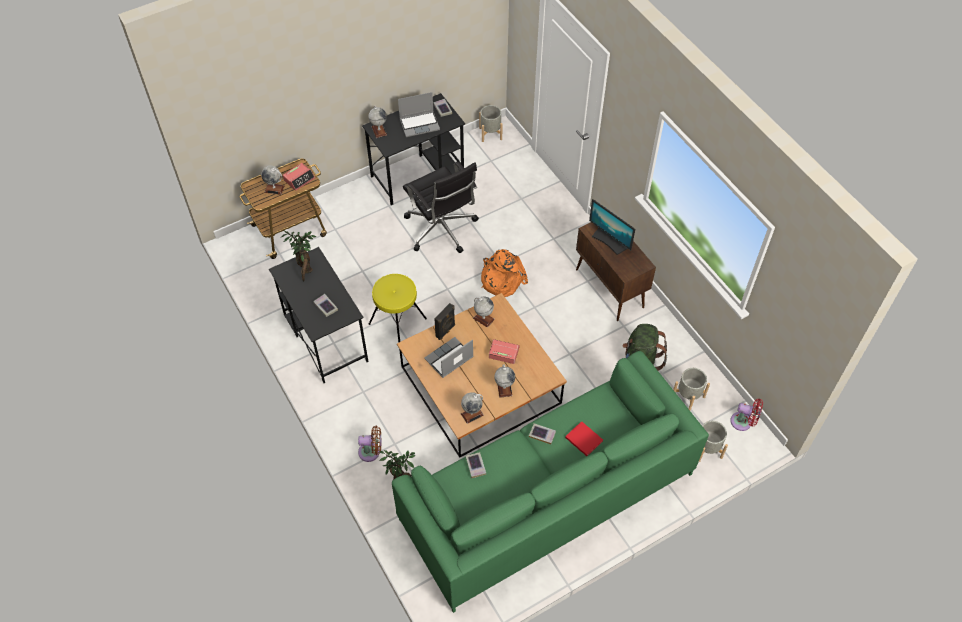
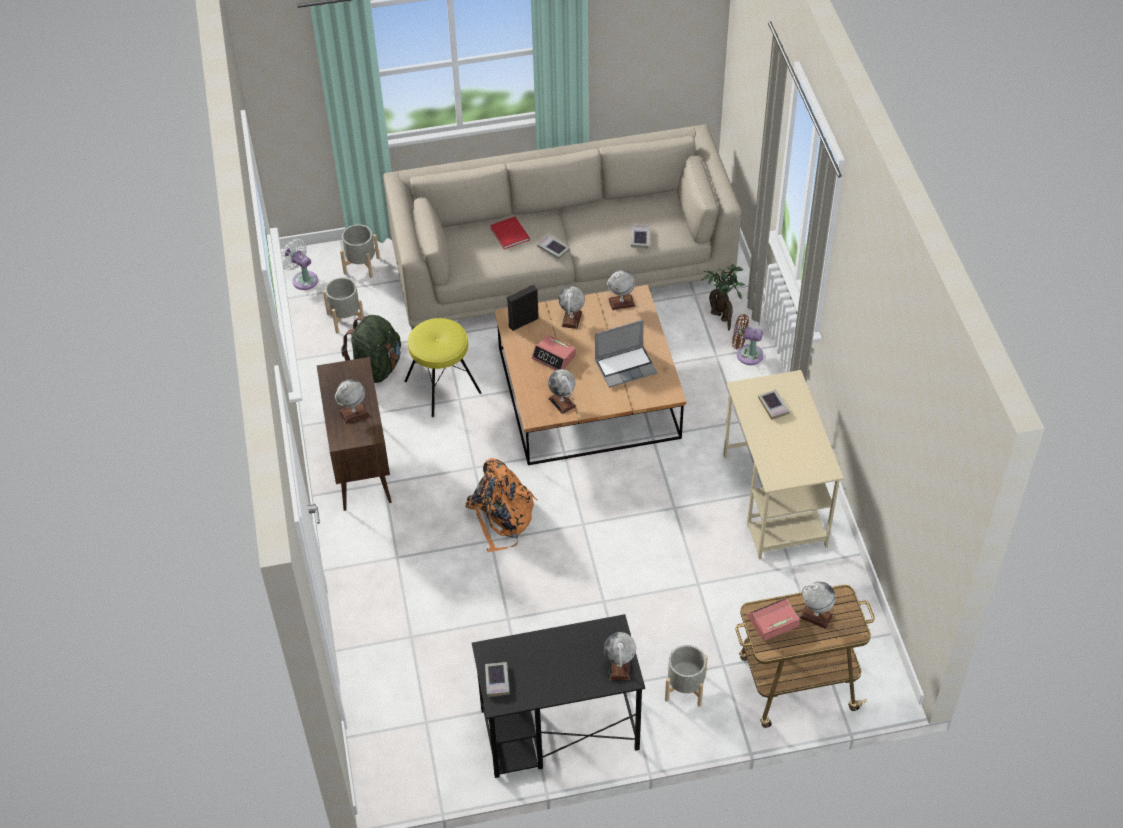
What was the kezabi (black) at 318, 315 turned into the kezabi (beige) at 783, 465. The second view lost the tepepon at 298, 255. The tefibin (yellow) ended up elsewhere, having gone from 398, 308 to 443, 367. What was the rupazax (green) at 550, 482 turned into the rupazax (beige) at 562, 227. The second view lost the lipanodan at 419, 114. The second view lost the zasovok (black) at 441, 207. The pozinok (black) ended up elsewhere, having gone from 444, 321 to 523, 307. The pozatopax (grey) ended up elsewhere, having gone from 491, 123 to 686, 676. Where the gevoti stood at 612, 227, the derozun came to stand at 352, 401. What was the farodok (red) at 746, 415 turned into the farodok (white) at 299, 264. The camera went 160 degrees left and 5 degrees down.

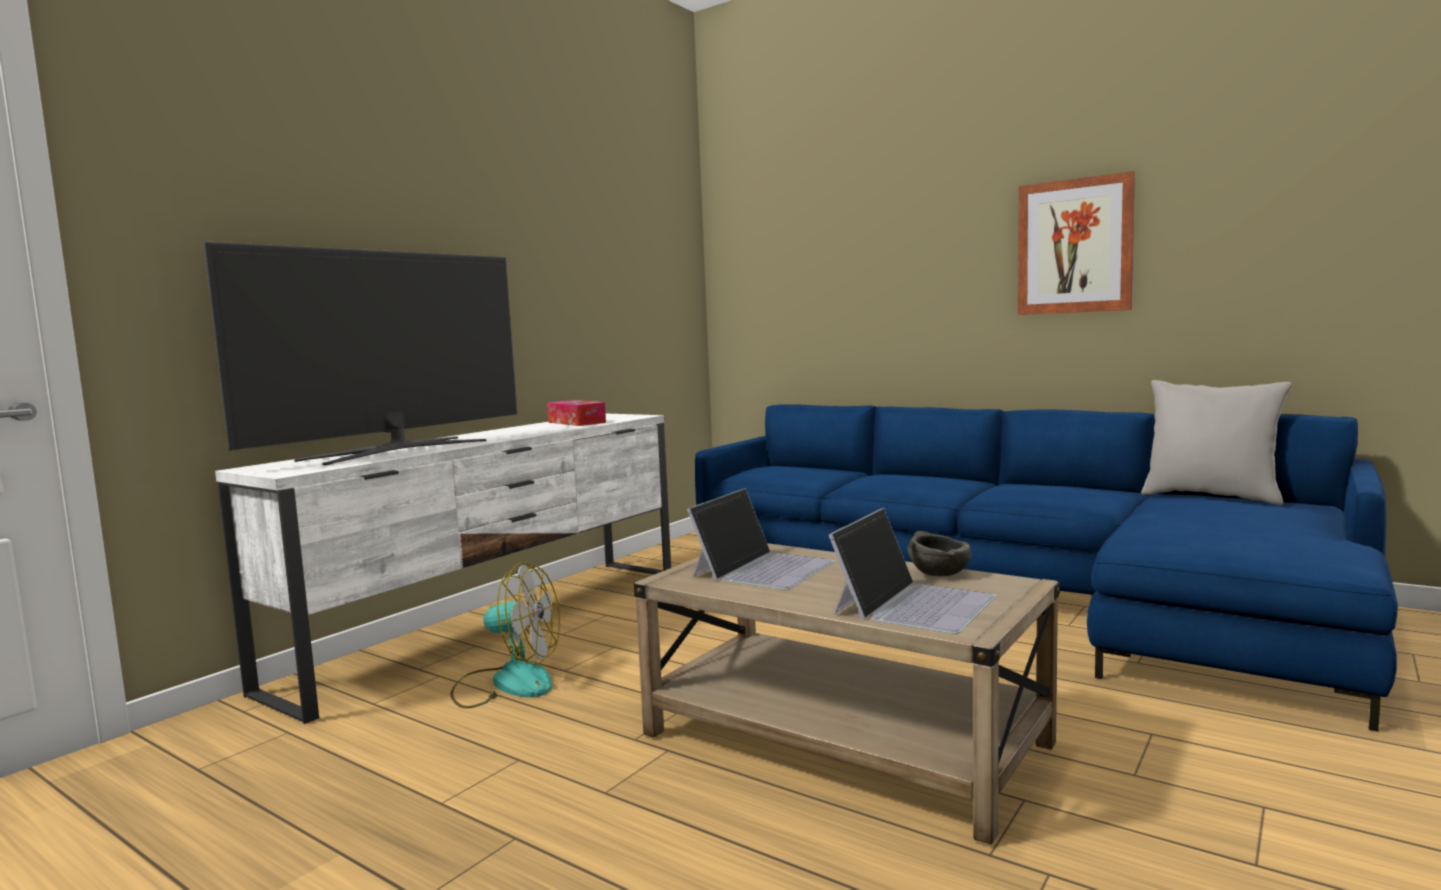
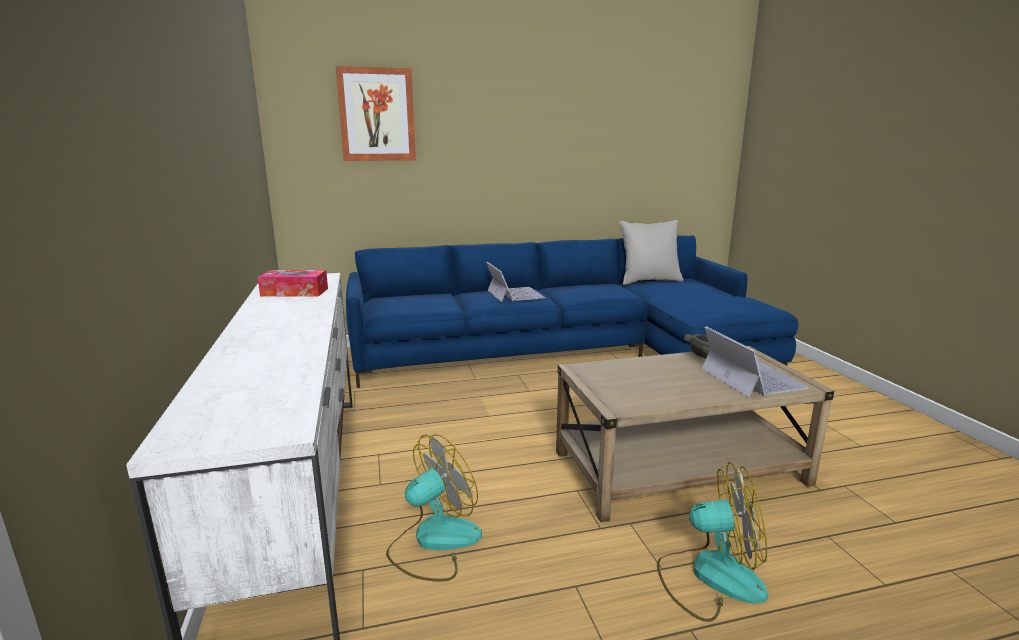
The second view lost the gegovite at 360, 353. The lipanodan ended up elsewhere, having gone from 761, 539 to 515, 282. The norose ended up elsewhere, having gone from 1076, 243 to 376, 113. The second view gained the farodok at 712, 542. The camera went 50 degrees left and 10 degrees up.

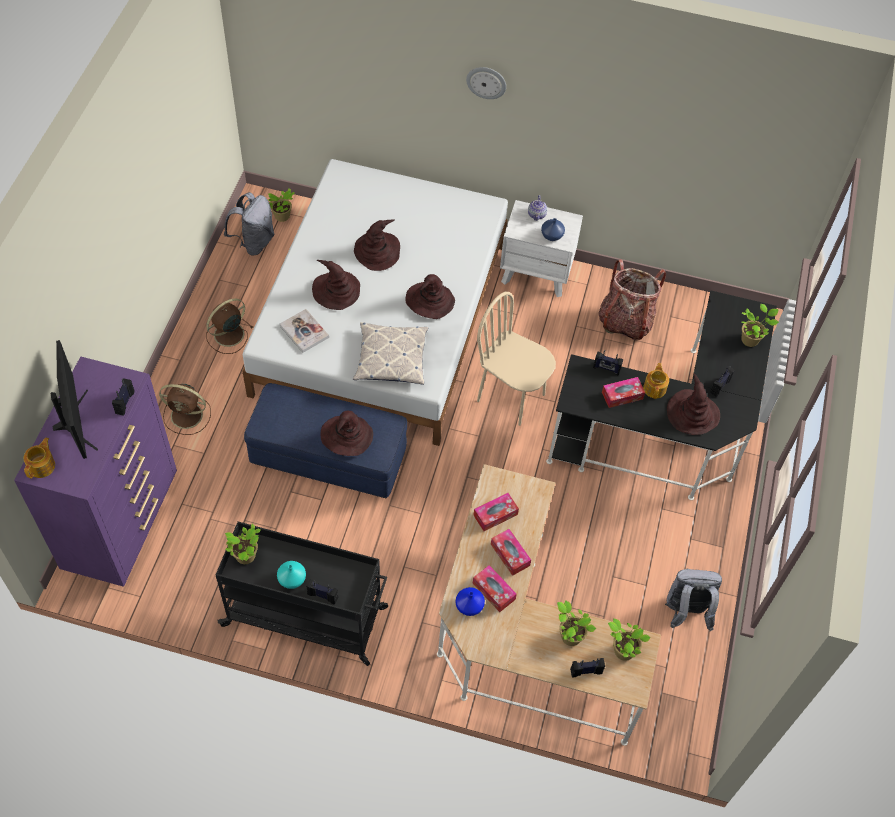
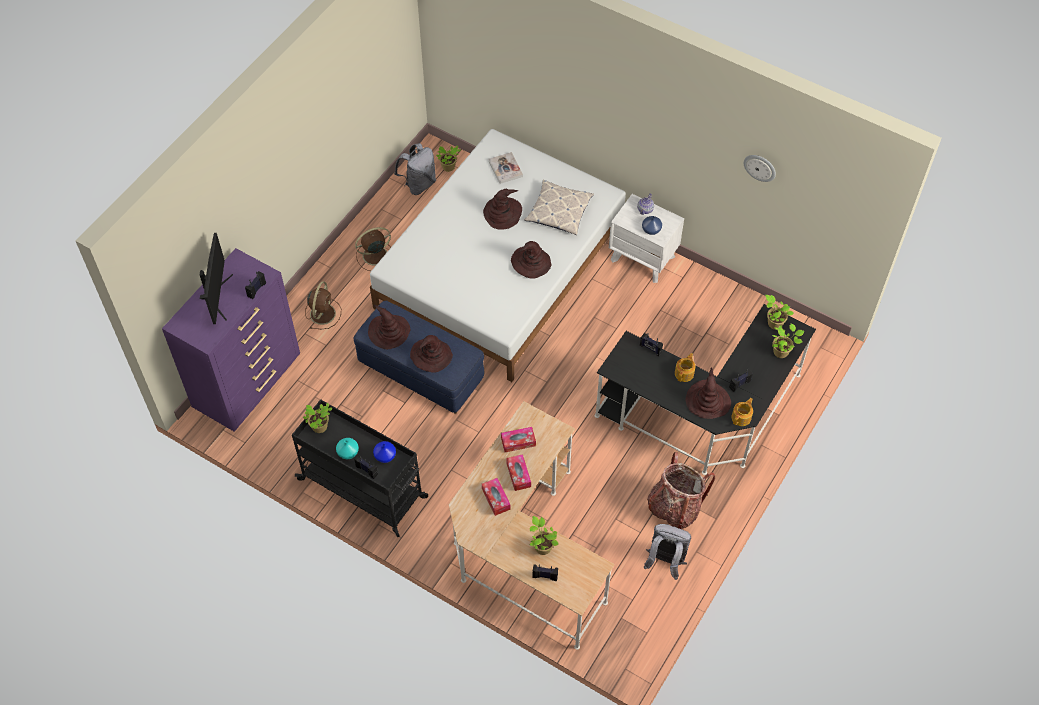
The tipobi ended up elsewhere, having gone from 39, 458 to 742, 412. The farodok (brown) at 185, 409 ended up facing another way, 105 degrees counterclockwise from before. The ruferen ended up elsewhere, having gone from 304, 331 to 506, 168. The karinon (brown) ended up elsewhere, having gone from 336, 285 to 389, 327. The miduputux ended up elsewhere, having gone from 391, 353 to 559, 207. The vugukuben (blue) ended up elsewhere, having gone from 470, 601 to 384, 452. The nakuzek ended up elsewhere, having gone from 486, 83 to 760, 168. The second view lost the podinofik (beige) at 516, 359. The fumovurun ended up elsewhere, having gone from 632, 299 to 681, 490. The second view lost the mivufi at 623, 392. The tepepon ended up elsewhere, having gone from 629, 639 to 779, 312. The camera went 20 degrees right and 0 degrees up.

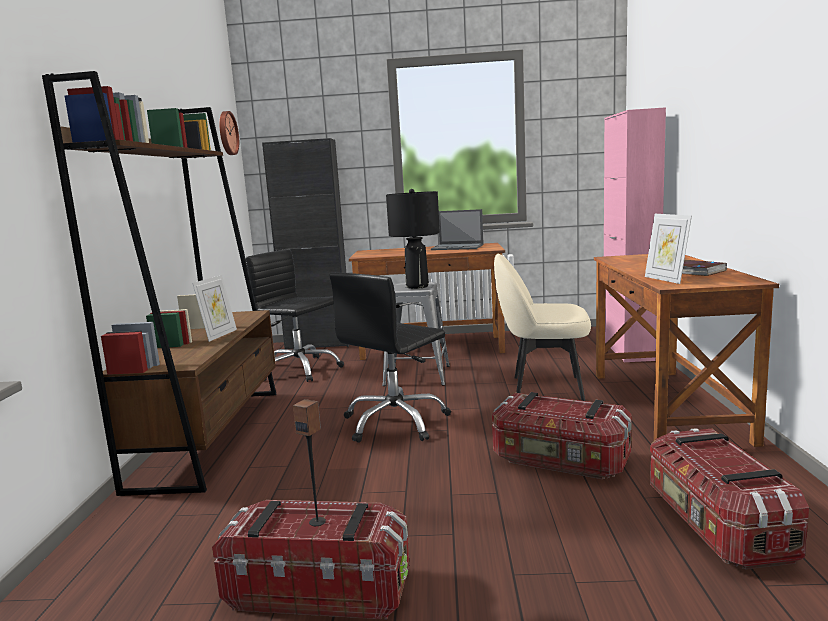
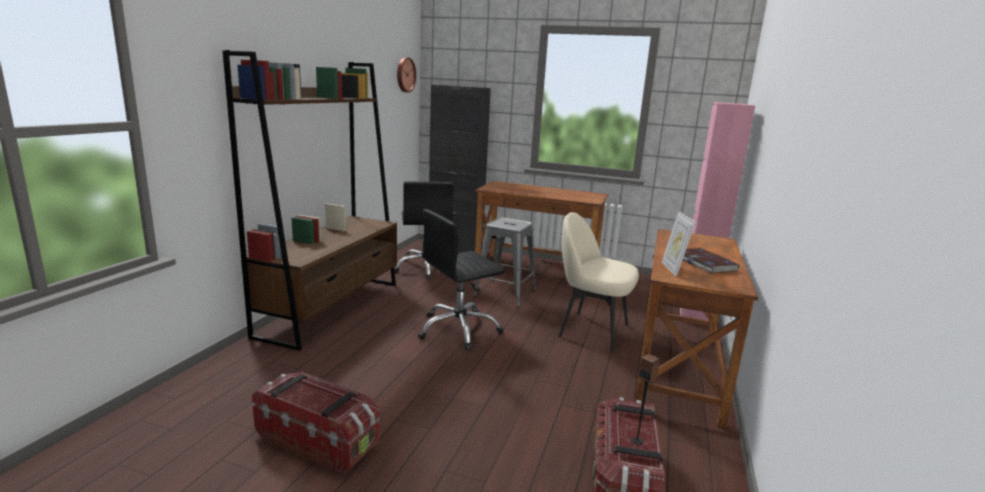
The second view lost the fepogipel at 214, 308. The zasovok (black) at 295, 315 ended up facing another way, 150 degrees counterclockwise from before. The pozinok ended up elsewhere, having gone from 309, 462 to 645, 399. The second view lost the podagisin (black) at 413, 239. The second view lost the lipanodan at 457, 229. The second view lost the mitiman at 562, 435. The camera went 15 degrees right and 5 degrees up.

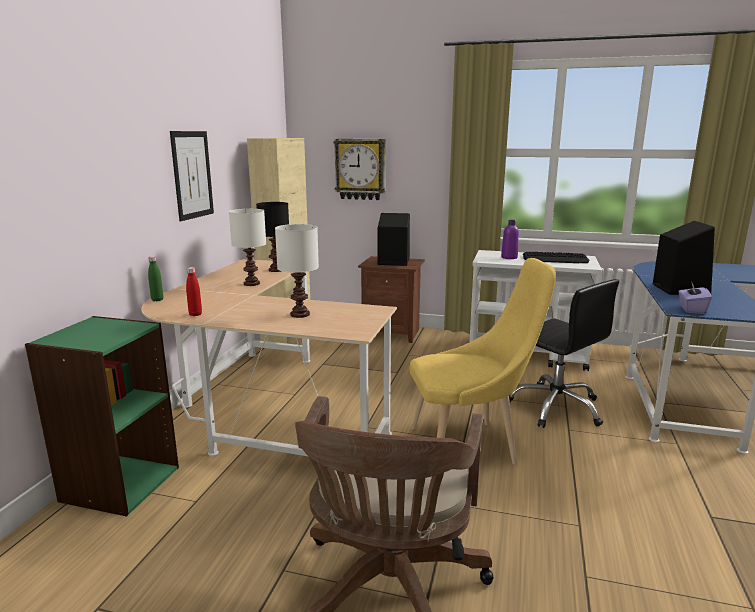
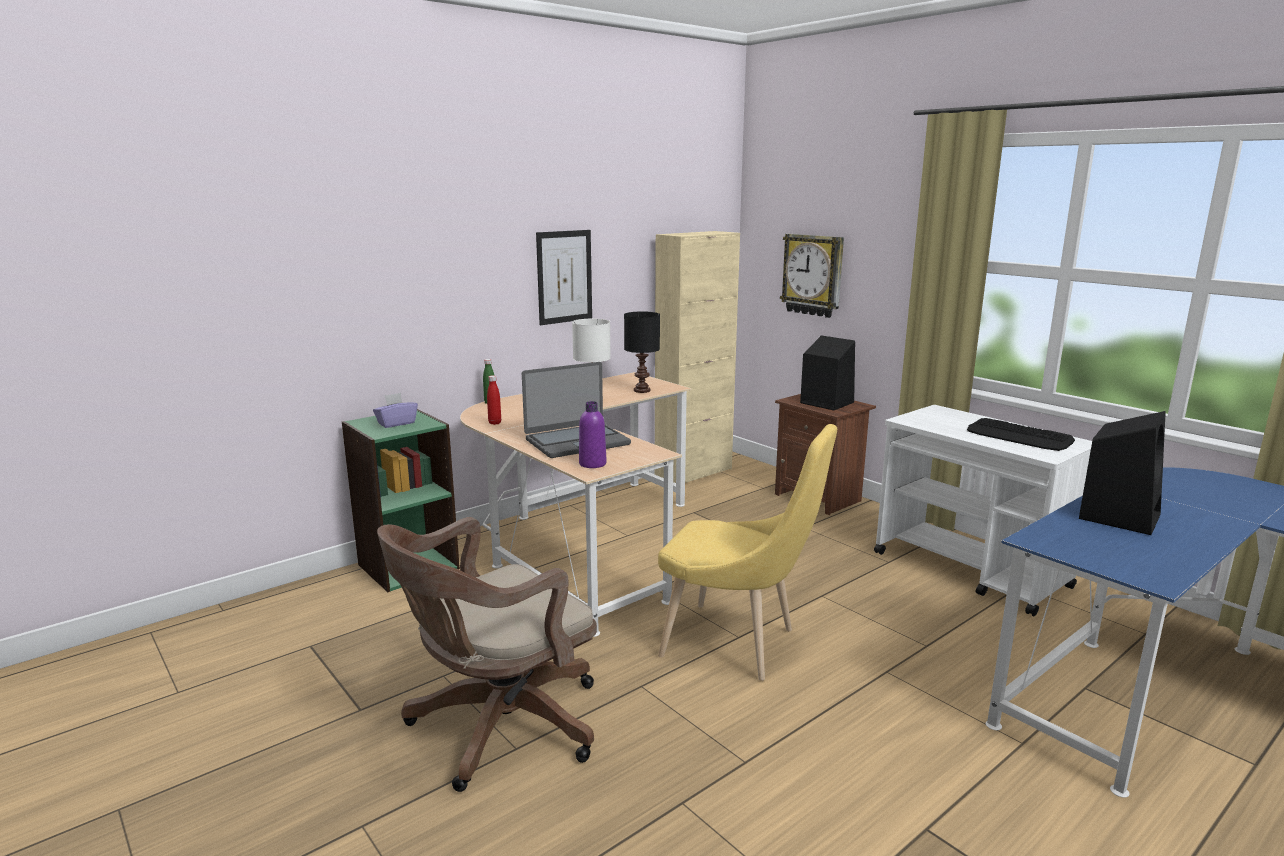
Where the podagisin (white) stood at 297, 271, the lipanodan came to stand at 576, 410. The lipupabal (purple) ended up elsewhere, having gone from 510, 239 to 592, 434. The second view lost the zasovok (black) at 564, 353. The mivufi (purple) ended up elsewhere, having gone from 695, 297 to 395, 410. The camera went 35 degrees right and 0 degrees up.

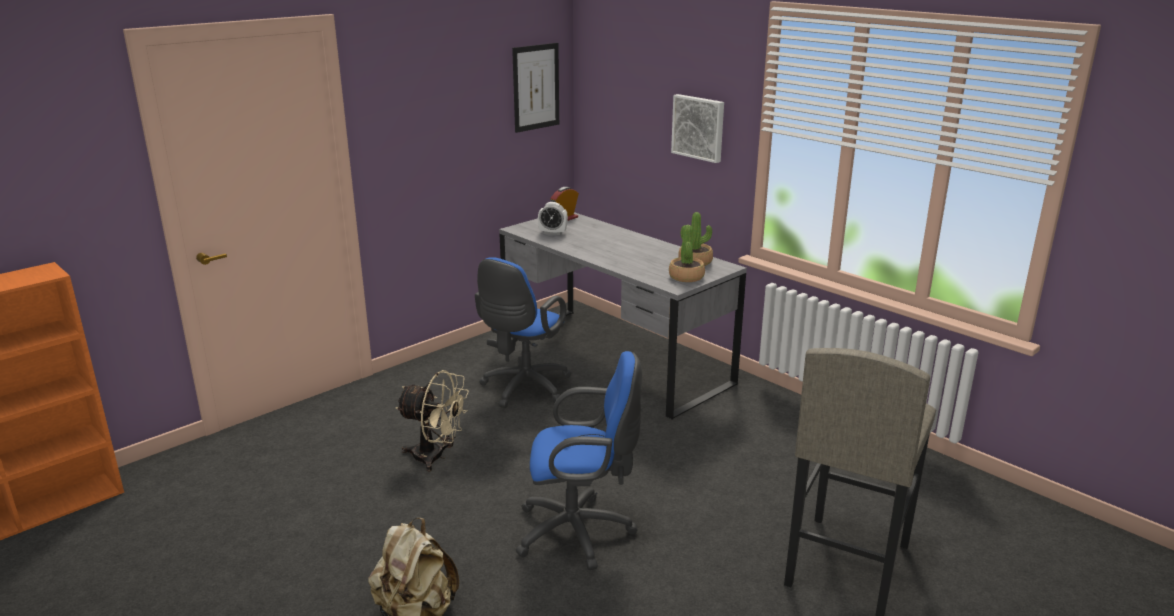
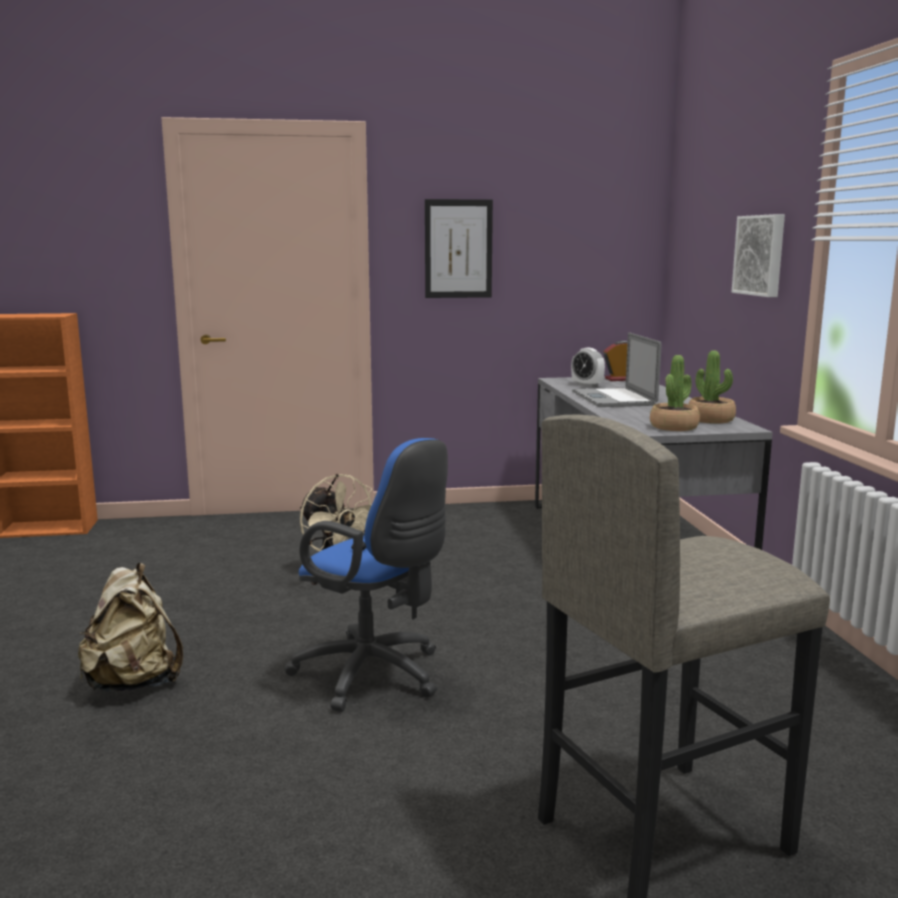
The second view lost the zasovok (blue) at 523, 332. The norose ended up elsewhere, having gone from 535, 88 to 459, 248. The second view gained the lipanodan at 616, 369. The camera went 35 degrees right and 10 degrees down.

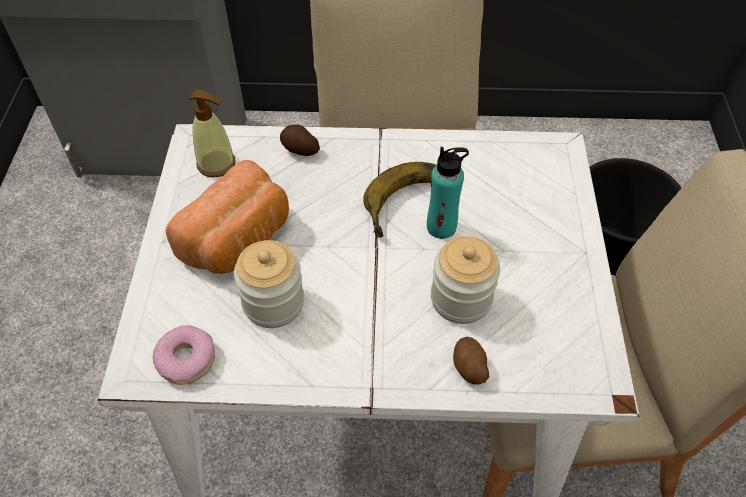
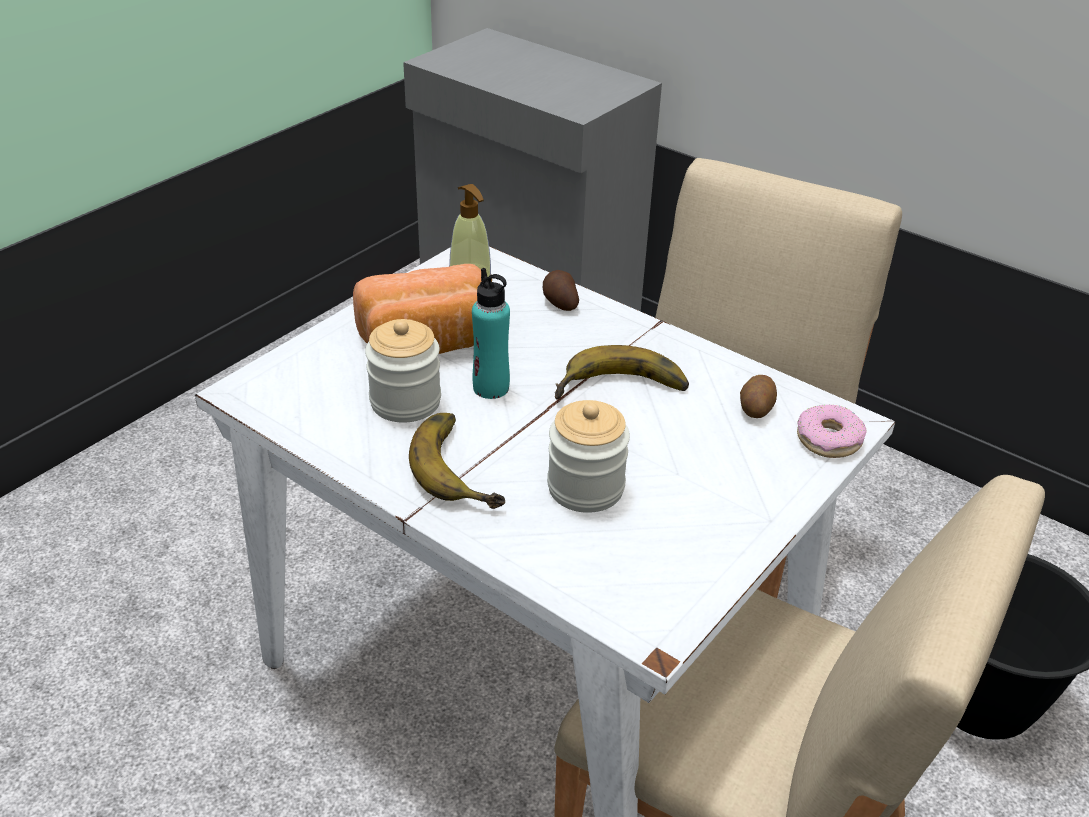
The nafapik ended up elsewhere, having gone from 184, 355 to 832, 431. The lipupabal (turquoise) ended up elsewhere, having gone from 448, 193 to 491, 333. The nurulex ended up elsewhere, having gone from 471, 361 to 758, 396. The second view gained the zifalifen at 457, 461. The camera went 35 degrees right and 15 degrees down.

